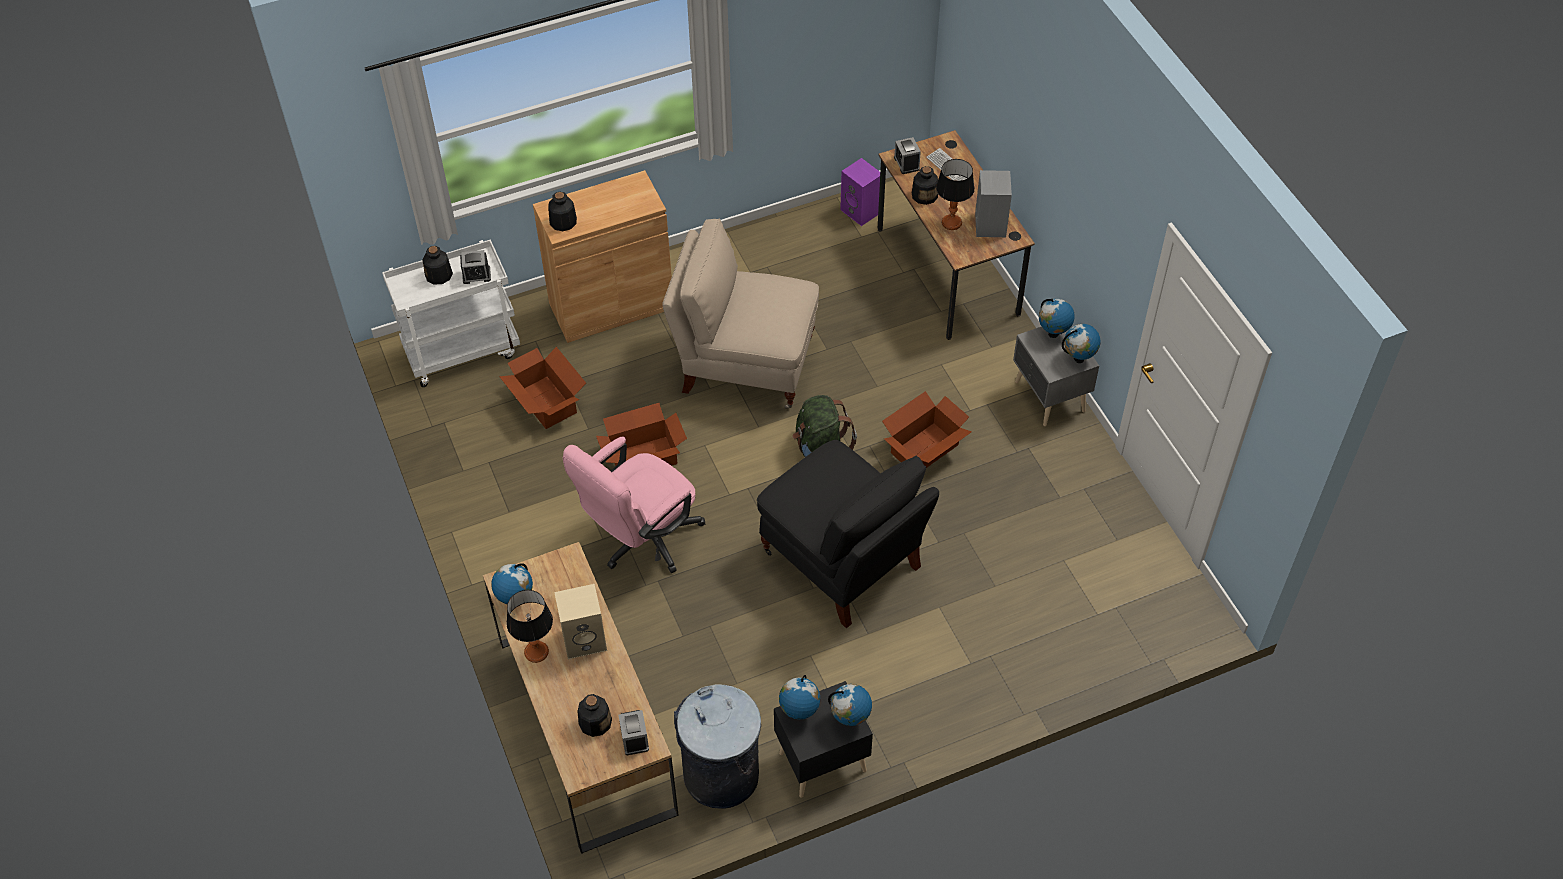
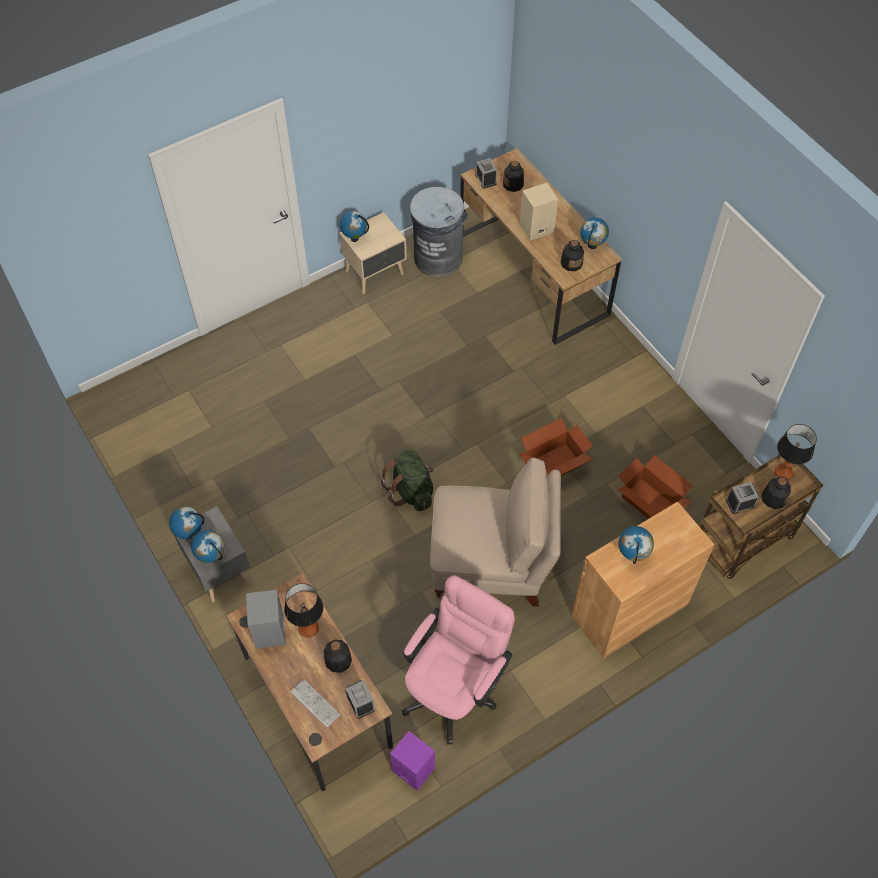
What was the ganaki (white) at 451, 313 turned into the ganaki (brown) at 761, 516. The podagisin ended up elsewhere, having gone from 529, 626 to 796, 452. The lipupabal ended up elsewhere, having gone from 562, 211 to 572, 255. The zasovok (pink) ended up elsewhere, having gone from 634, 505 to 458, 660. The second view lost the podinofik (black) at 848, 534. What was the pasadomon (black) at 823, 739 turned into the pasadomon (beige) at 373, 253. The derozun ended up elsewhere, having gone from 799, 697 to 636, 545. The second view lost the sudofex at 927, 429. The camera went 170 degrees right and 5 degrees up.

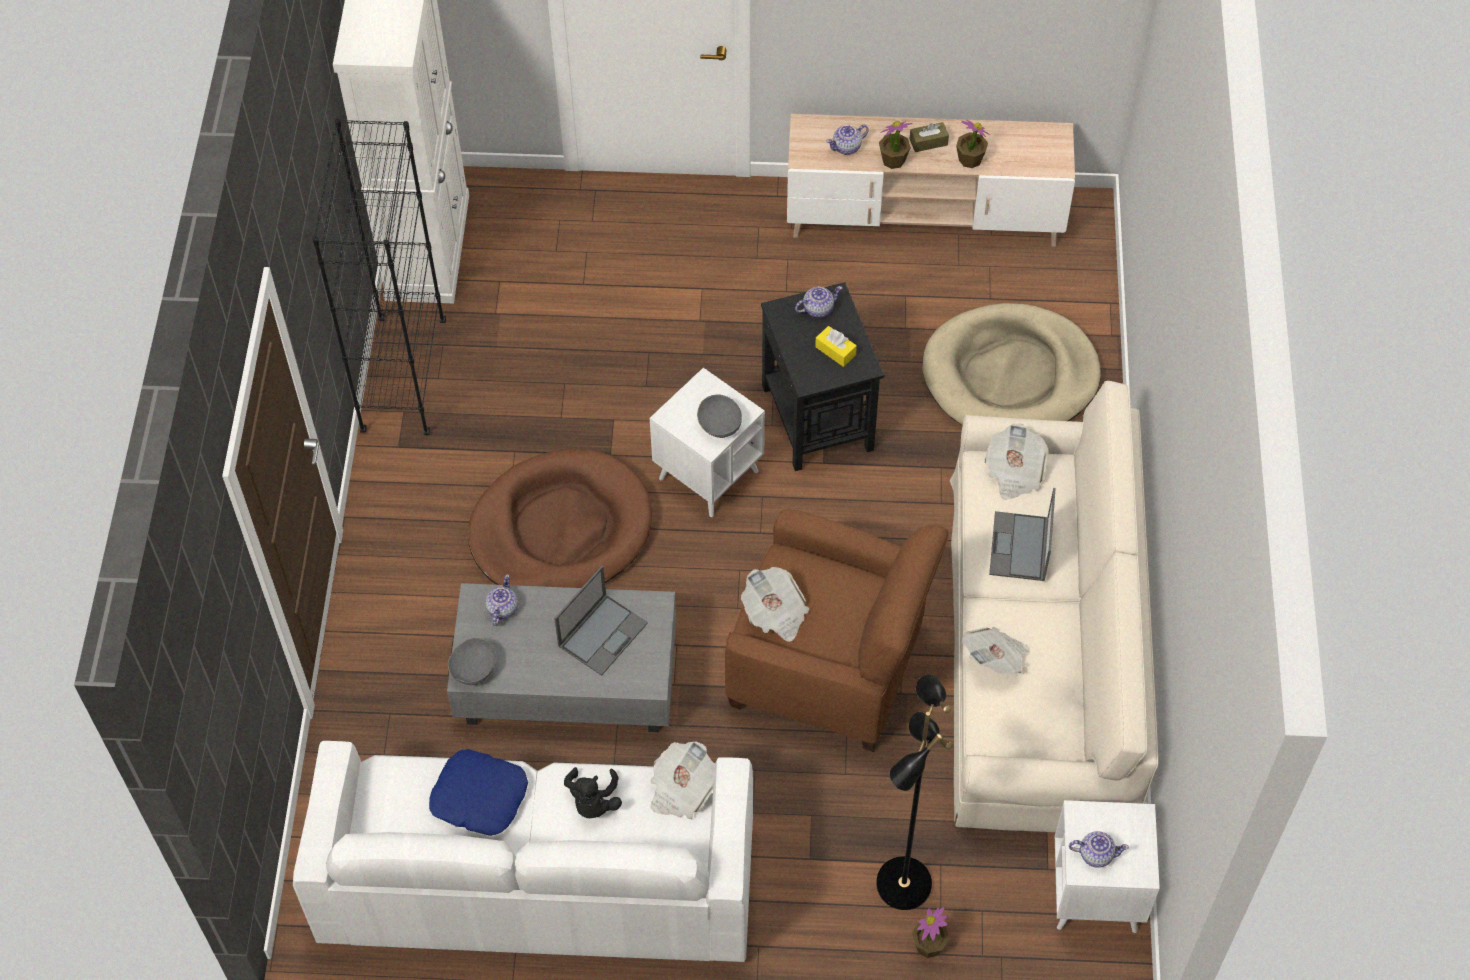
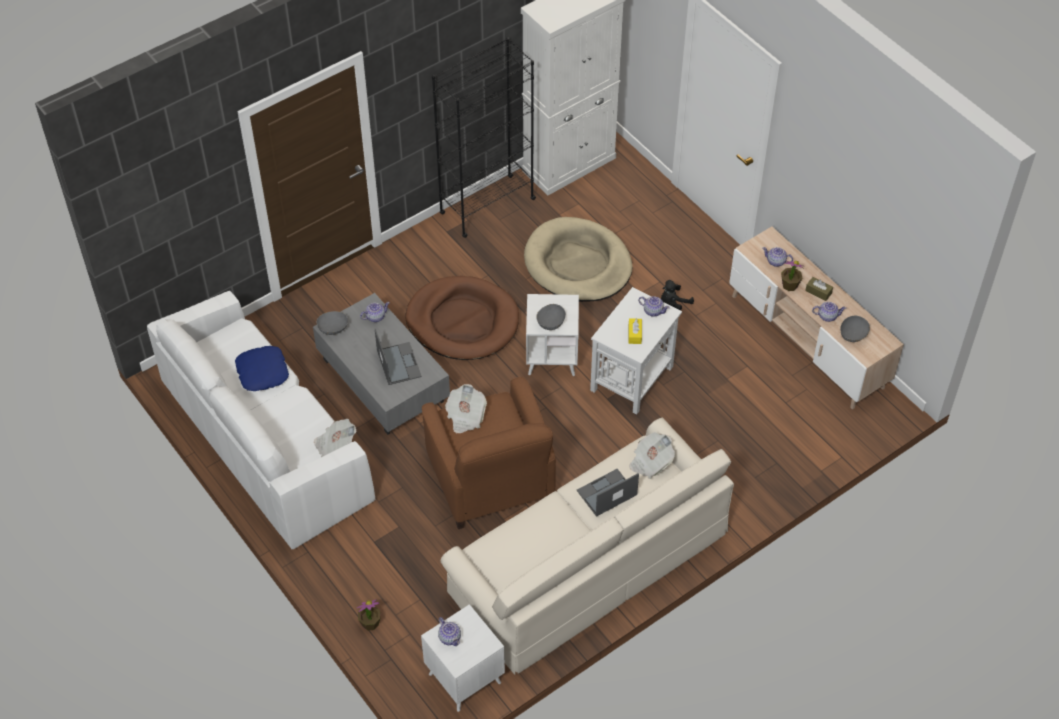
The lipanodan at 601, 621 ended up facing another way, 105 degrees counterclockwise from before. The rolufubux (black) ended up elsewhere, having gone from 593, 792 to 677, 295. What was the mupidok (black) at 822, 376 turned into the mupidok (white) at 636, 351. The second view lost the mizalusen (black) at 914, 792. The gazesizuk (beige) ended up elsewhere, having gone from 1011, 364 to 578, 259. Where the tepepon stood at 973, 144, the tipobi came to stand at 829, 312. The second view lost the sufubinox at 996, 650. The second view gained the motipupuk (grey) at 855, 329. The camera went 50 degrees right and 5 degrees down.

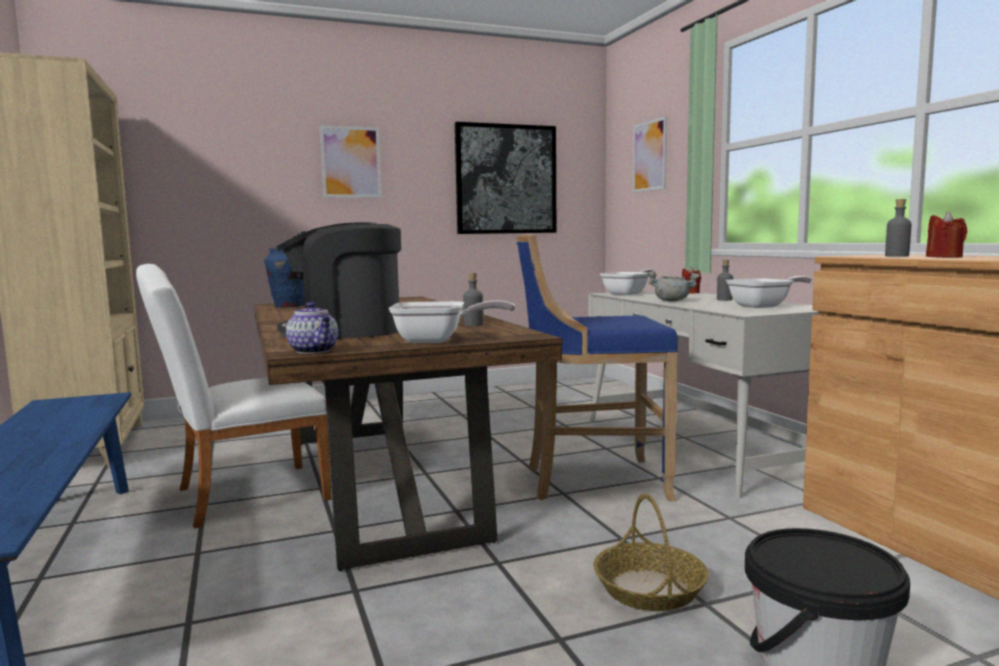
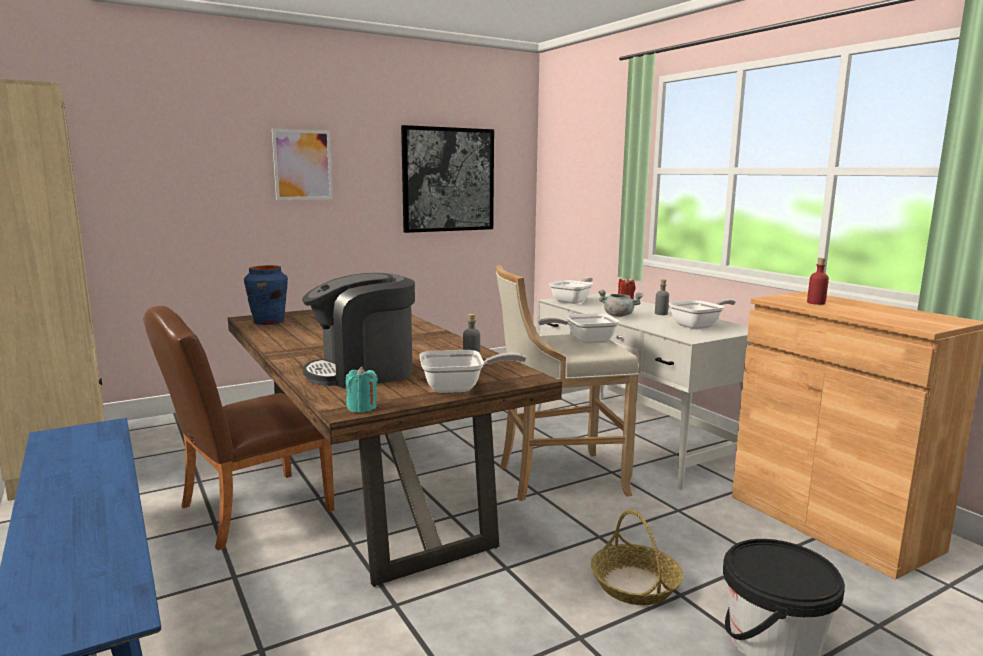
What was the podinofik (white) at 234, 396 turned into the podinofik (brown) at 239, 428. Where the tipobi stood at 312, 328, the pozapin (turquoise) came to stand at 362, 389. What was the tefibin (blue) at 597, 368 turned into the tefibin (beige) at 567, 383. The second view lost the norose at 650, 154. What was the lipupabal (grey) at 898, 228 turned into the lipupabal (red) at 818, 281. The second view lost the pozapin (red) at 946, 235. The second view gained the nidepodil at 579, 328. The camera went 10 degrees left and 5 degrees up.

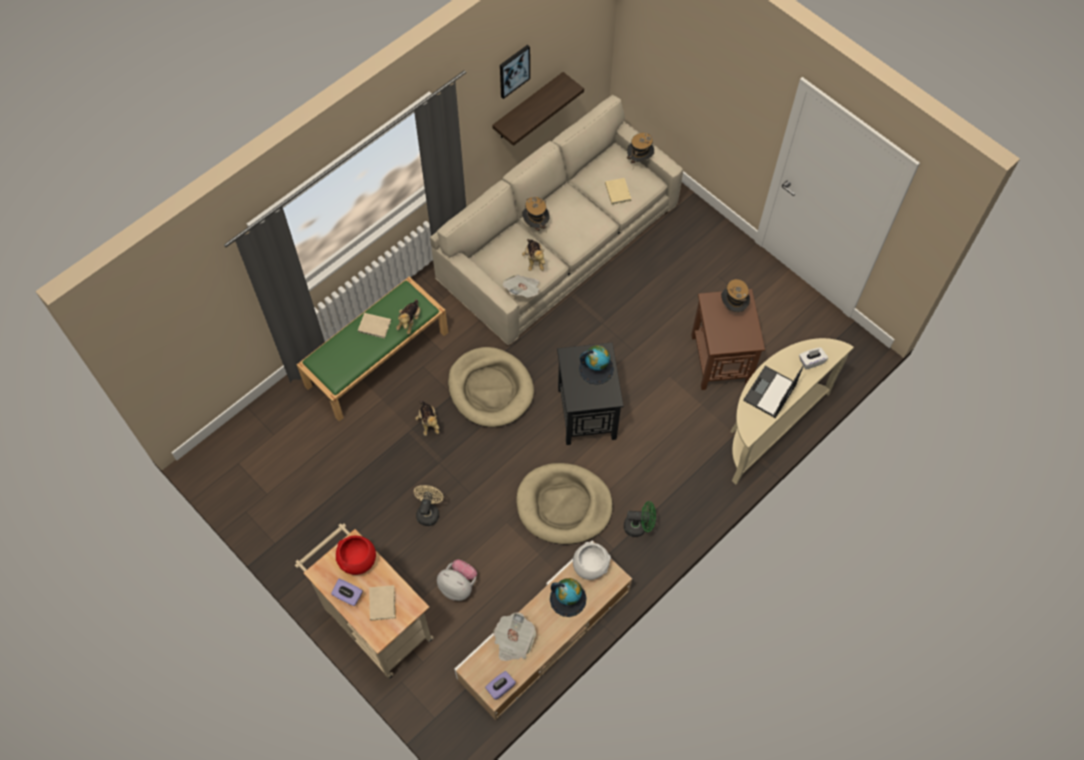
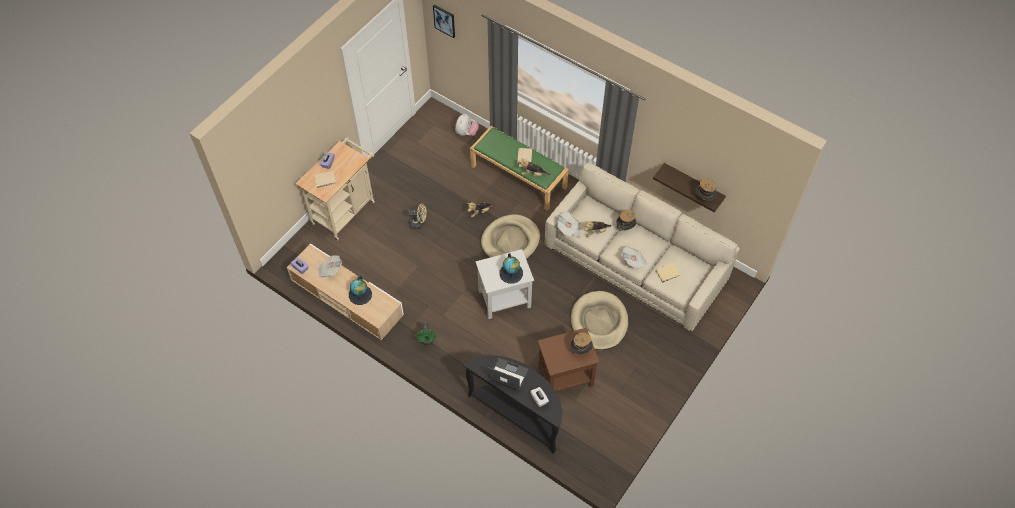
The second view lost the motipupuk (red) at 356, 555. The rolufubux ended up elsewhere, having gone from 457, 580 to 467, 125. The norose ended up elsewhere, having gone from 515, 72 to 444, 21. The gazesizuk (beige) ended up elsewhere, having gone from 564, 504 to 599, 320. What was the mupidok (black) at 590, 393 turned into the mupidok (white) at 504, 284. The second view lost the motipupuk (white) at 592, 561. The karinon ended up elsewhere, having gone from 640, 148 to 705, 190. What was the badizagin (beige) at 792, 411 turned into the badizagin (black) at 512, 404. The second view gained the sufubinox at 634, 257. The camera went 80 degrees right and 5 degrees down.

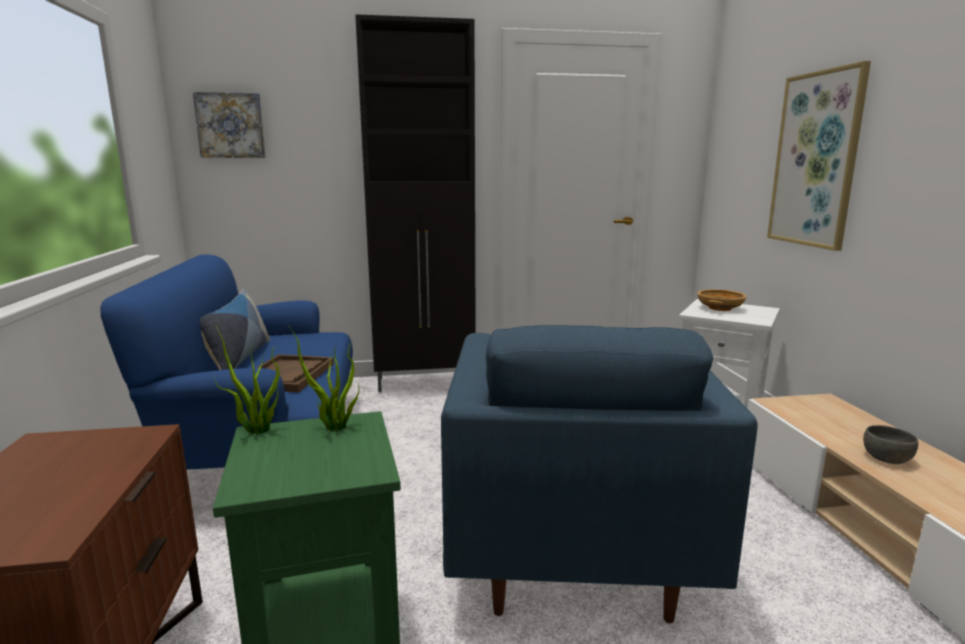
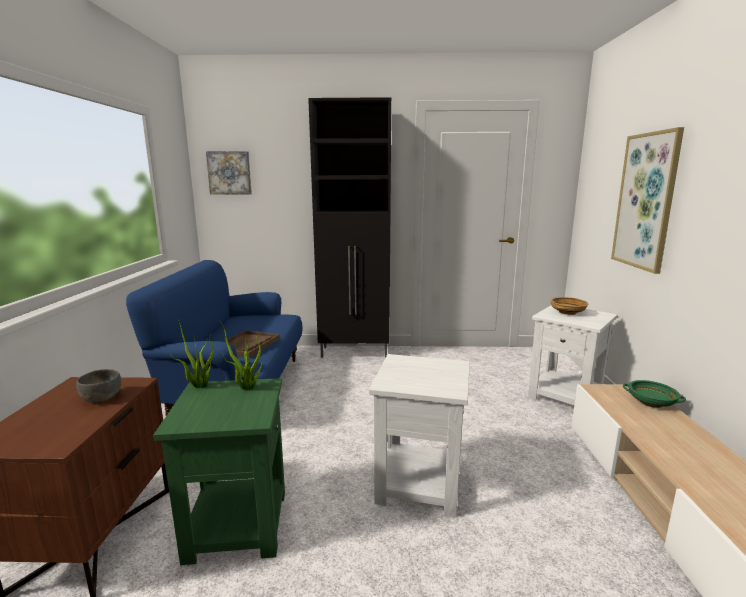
The second view lost the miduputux at 235, 329. Where the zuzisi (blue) stood at 599, 474, the mupidok (white) came to stand at 419, 436. The motipupuk (grey) ended up elsewhere, having gone from 890, 444 to 98, 386. The second view gained the motipupuk (green) at 654, 394. The camera went 10 degrees right and 0 degrees up.

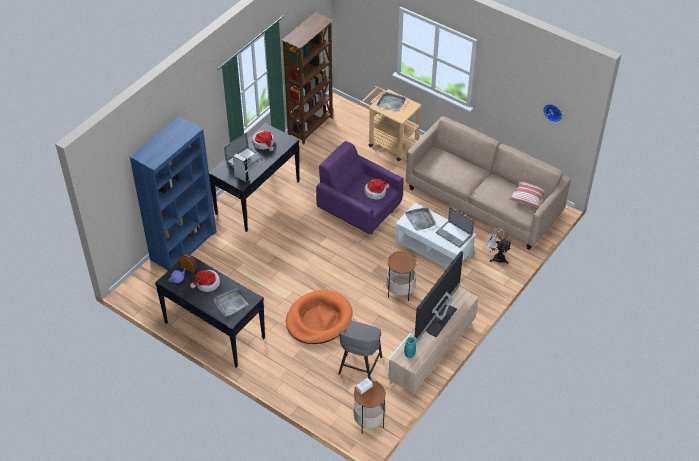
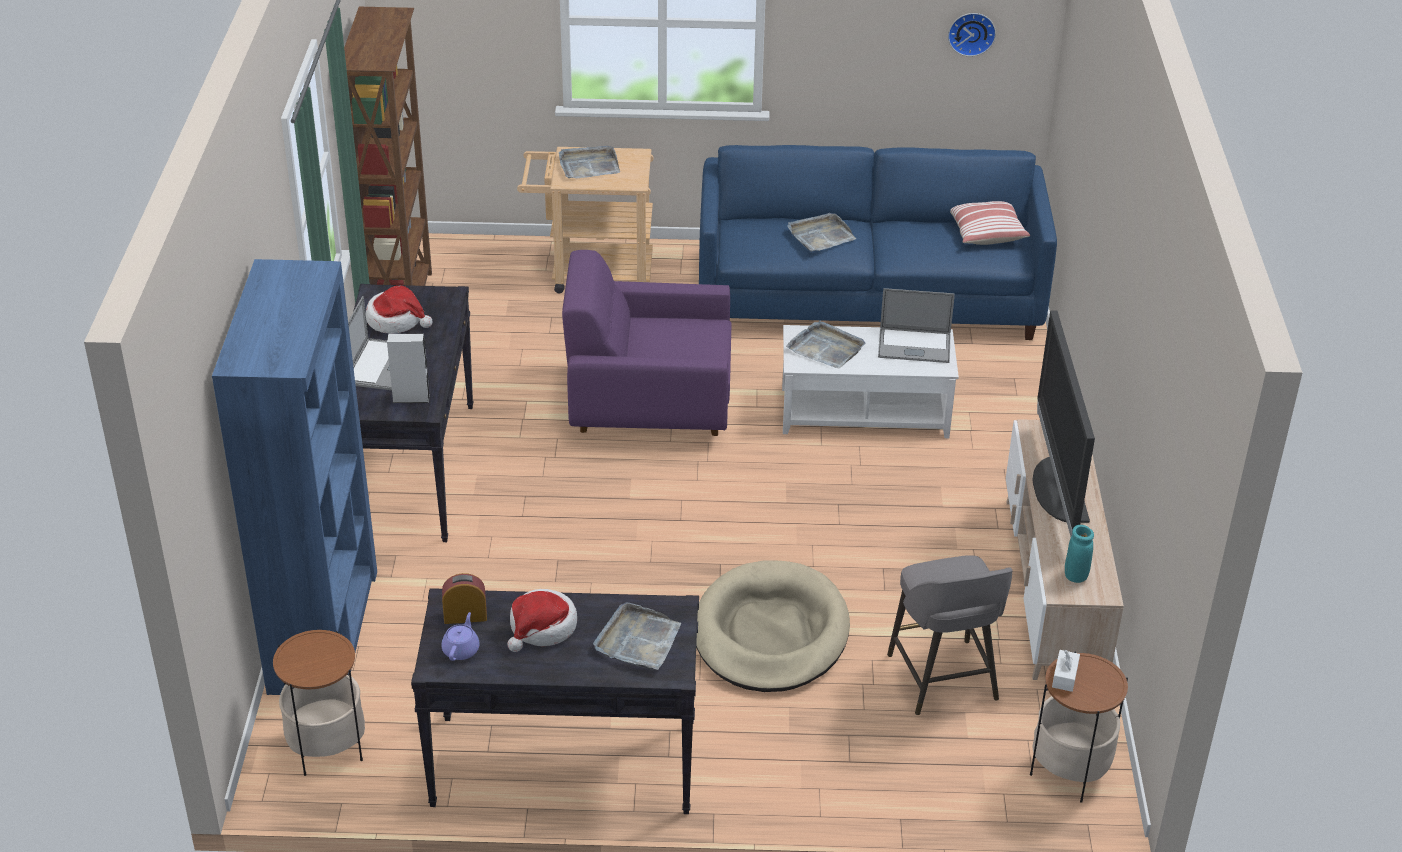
What was the gazesizuk (orange) at 319, 317 turned into the gazesizuk (beige) at 773, 626. The second view lost the karinon at 376, 189. The mupidok ended up elsewhere, having gone from 402, 276 to 319, 703. What was the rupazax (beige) at 488, 183 turned into the rupazax (blue) at 878, 242. The second view lost the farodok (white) at 498, 246. The second view gained the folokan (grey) at 822, 232. The camera went 35 degrees left and 10 degrees down.

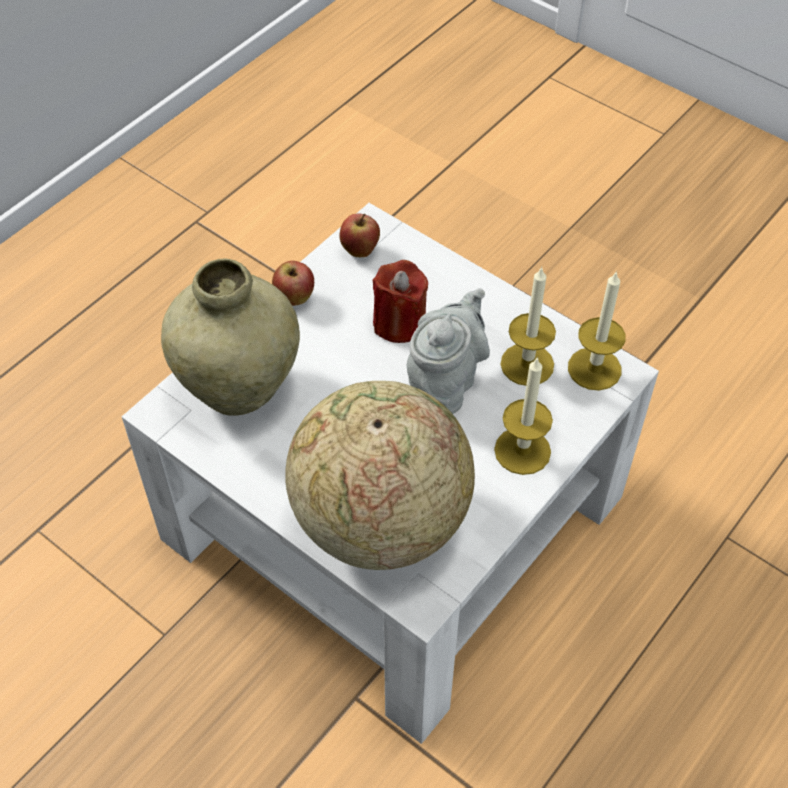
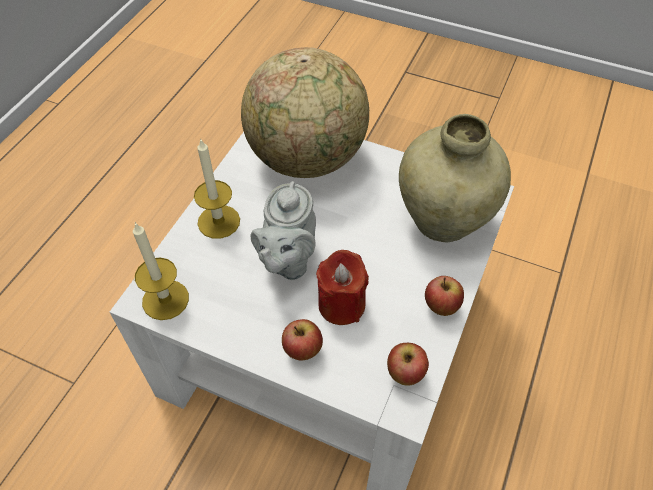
The second view lost the pozapin at 528, 326. The second view gained the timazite at 302, 340. The camera went 165 degrees right and 0 degrees up.

